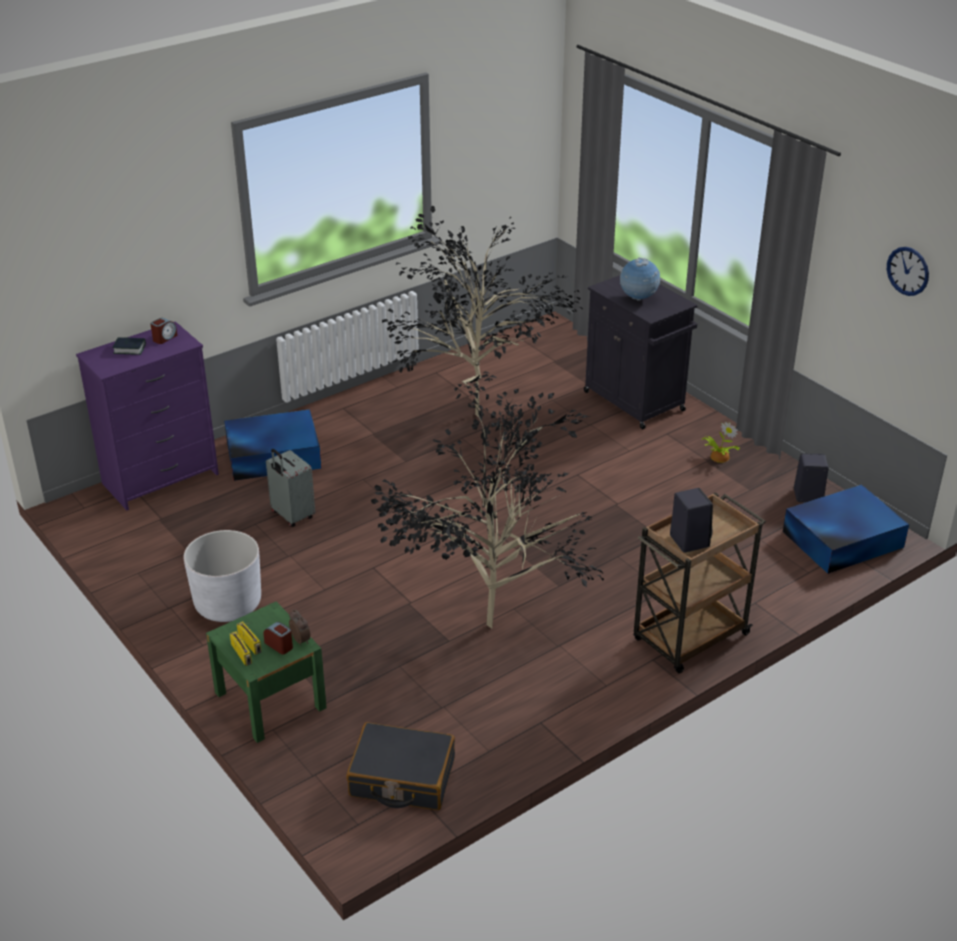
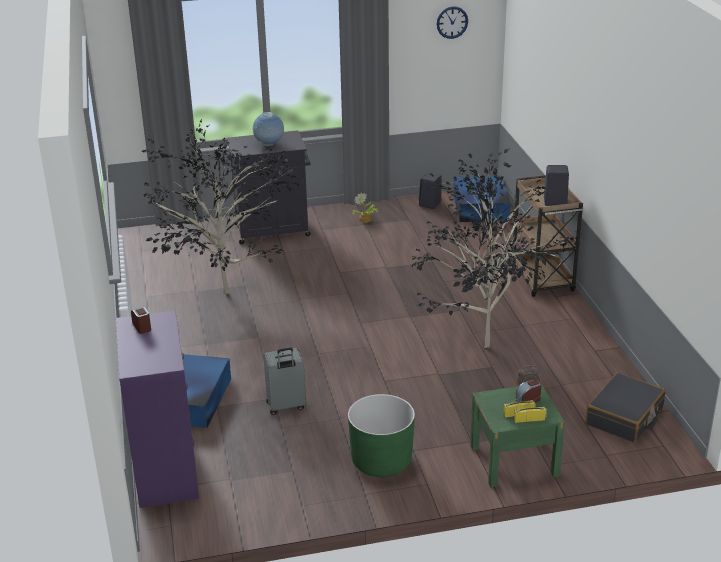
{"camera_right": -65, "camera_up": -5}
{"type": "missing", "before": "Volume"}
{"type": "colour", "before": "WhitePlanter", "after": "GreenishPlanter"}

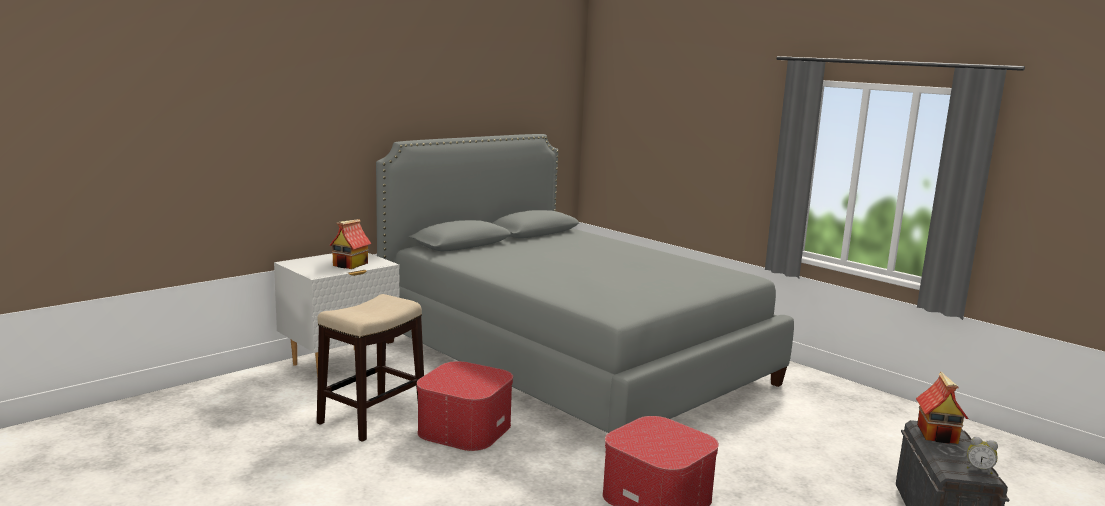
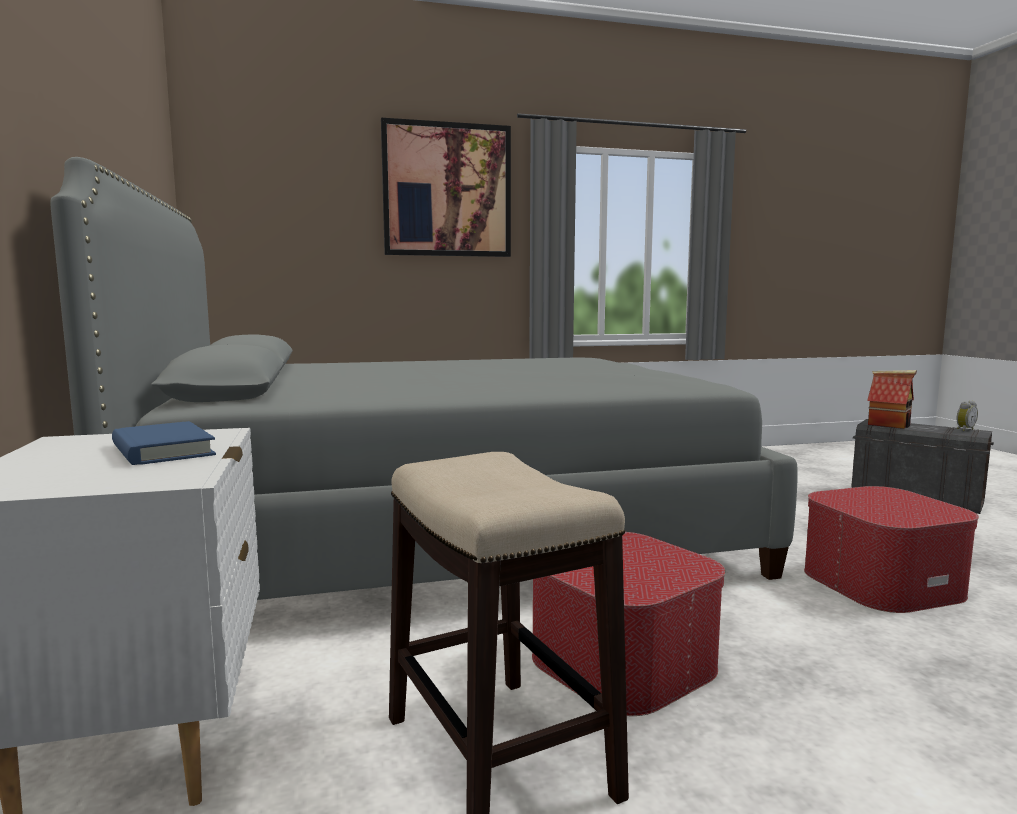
{"camera_right": -60, "camera_up": -5}
{"type": "exchanged", "before": "MiniatureHouse (no. 1 from left)", "after": "BlueVolume"}
{"type": "appeared", "after": "WallArt"}

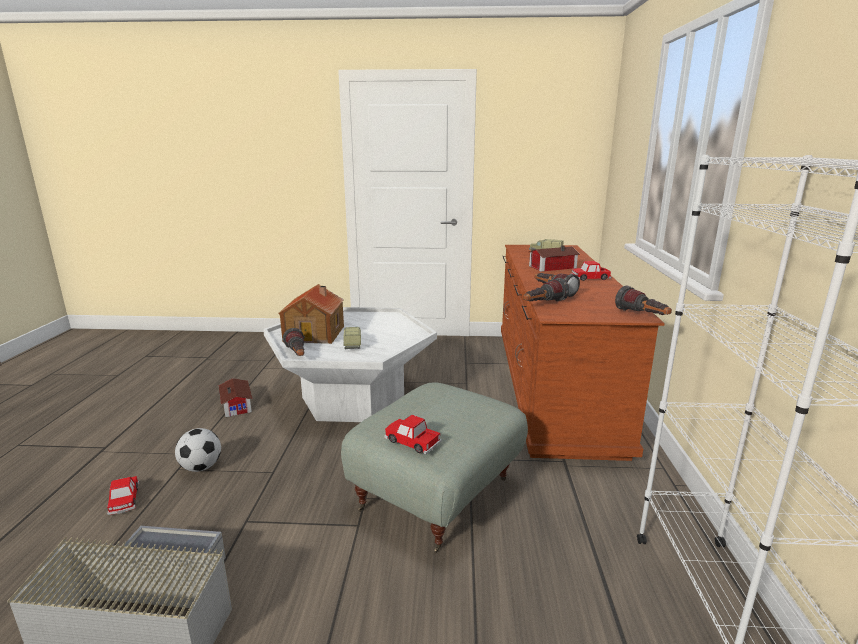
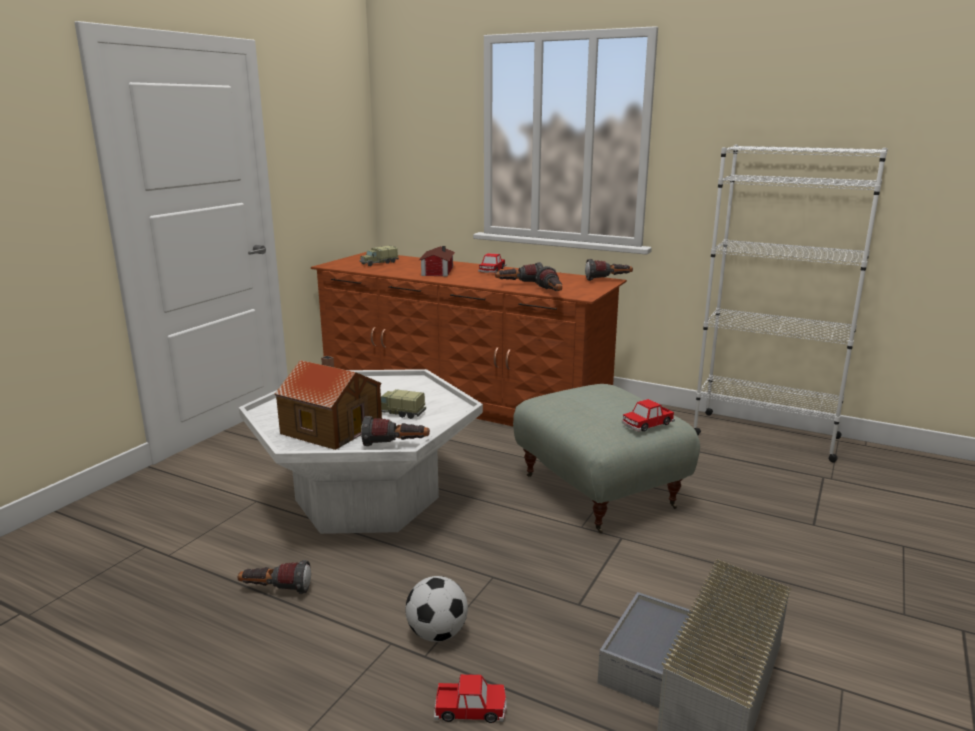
{"camera_right": -65, "camera_up": 0}
{"type": "exchanged", "before": "MiniatureHouse (no. 1 from left)", "after": "HandTorch (no. 1 from left)"}

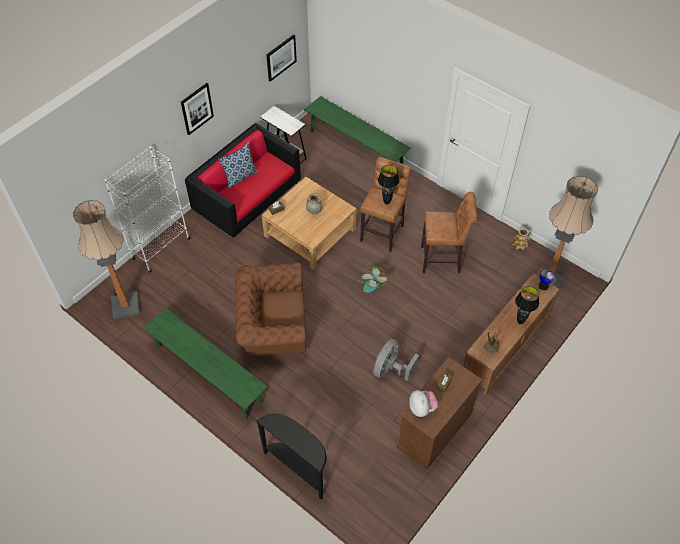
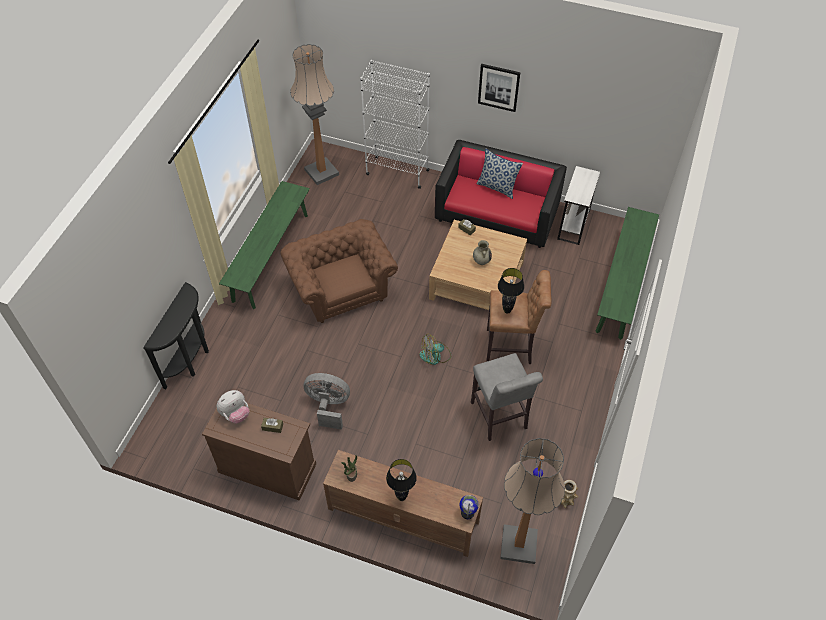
{"camera_right": 70, "camera_up": 0}
{"type": "missing", "before": "WallArt (no. 2 from left)"}
{"type": "colour", "before": "BrownSittingStool (no. 2 from left)", "after": "GreySittingStool"}

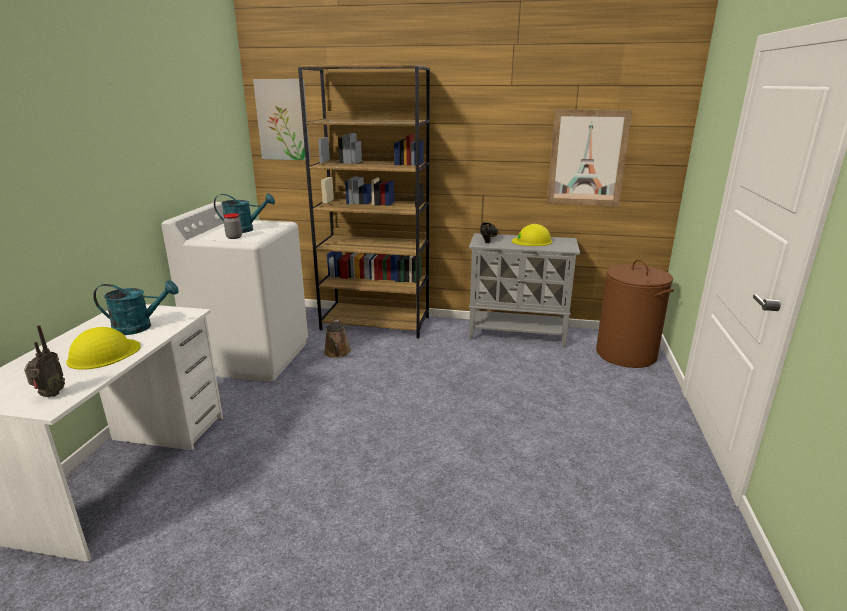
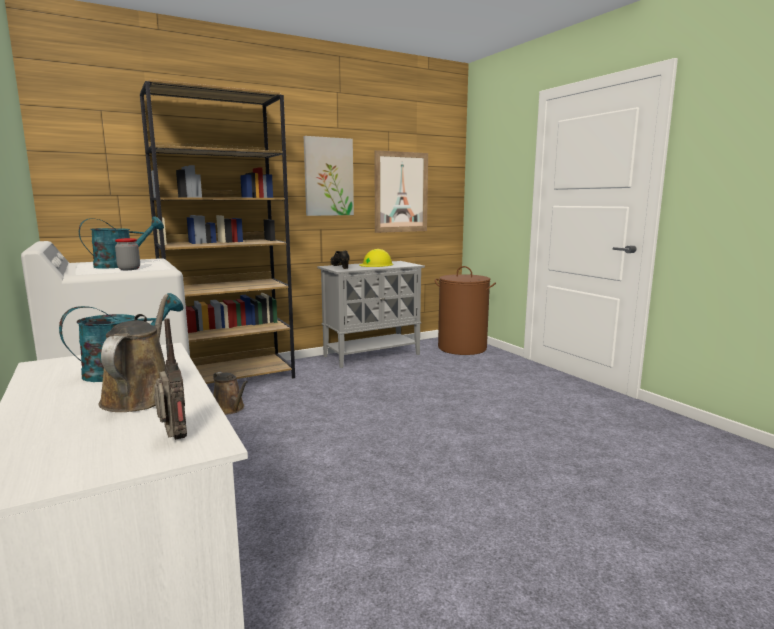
{"camera_right": -40, "camera_up": -10}
{"type": "exchanged", "before": "YellowWorkHelmet (no. 1 from left)", "after": "BrownSprinklingCan (no. 1 from left)"}
{"type": "relocated", "before": "WallArt (no. 1 from left)"}

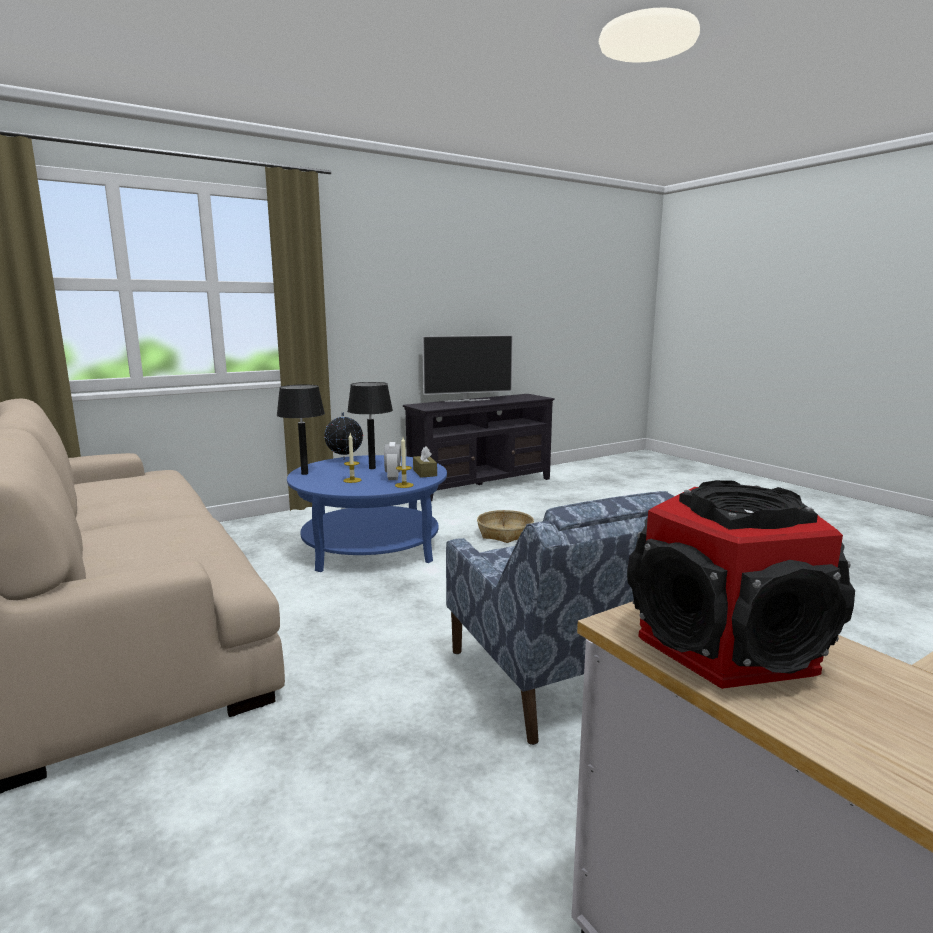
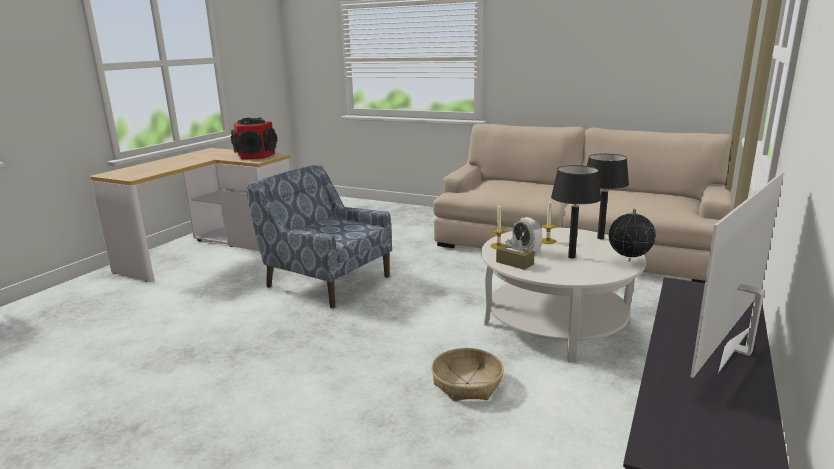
{"camera_right": 150, "camera_up": 5}
{"type": "colour", "before": "BlueCoffeeTable", "after": "WhiteCoffeeTable"}

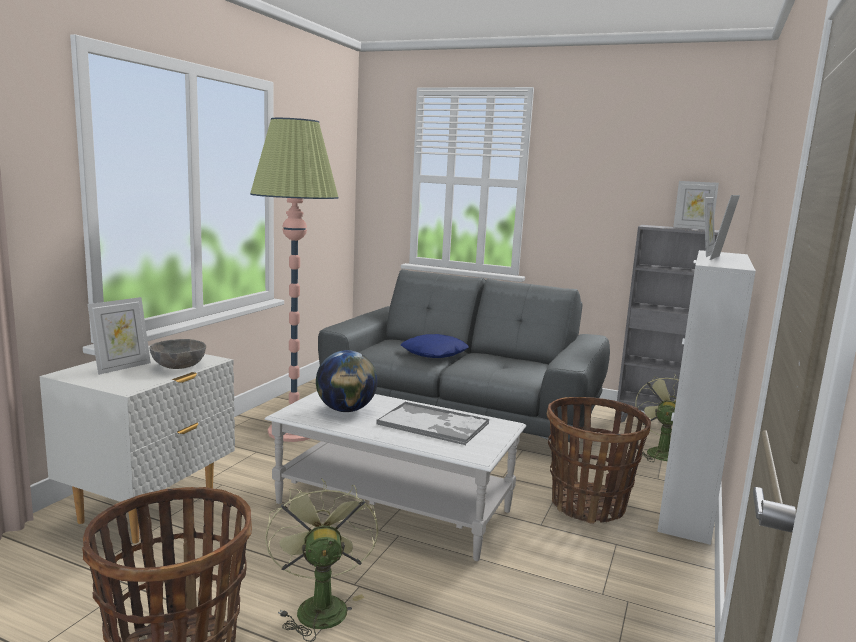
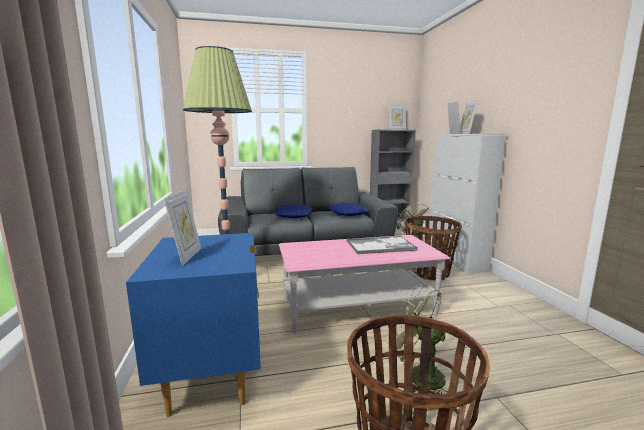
{"camera_right": -35, "camera_up": 0}
{"type": "colour", "before": "WhiteNightstand", "after": "BlueNightstand"}
{"type": "missing", "before": "GreyServingBowl"}
{"type": "colour", "before": "WhiteCoffeeTable", "after": "PinkishCoffeeTable"}
{"type": "missing", "before": "WorldGlobe"}
{"type": "appeared", "after": "BlueCushion (no. 2 from left)"}

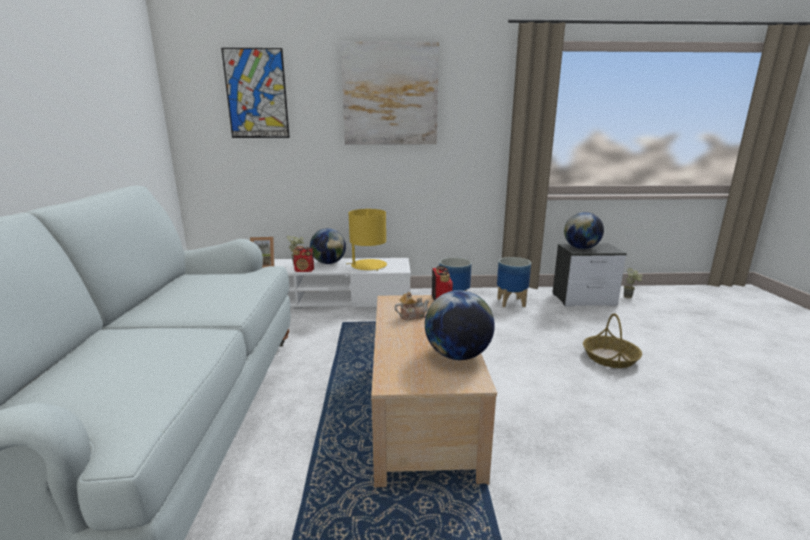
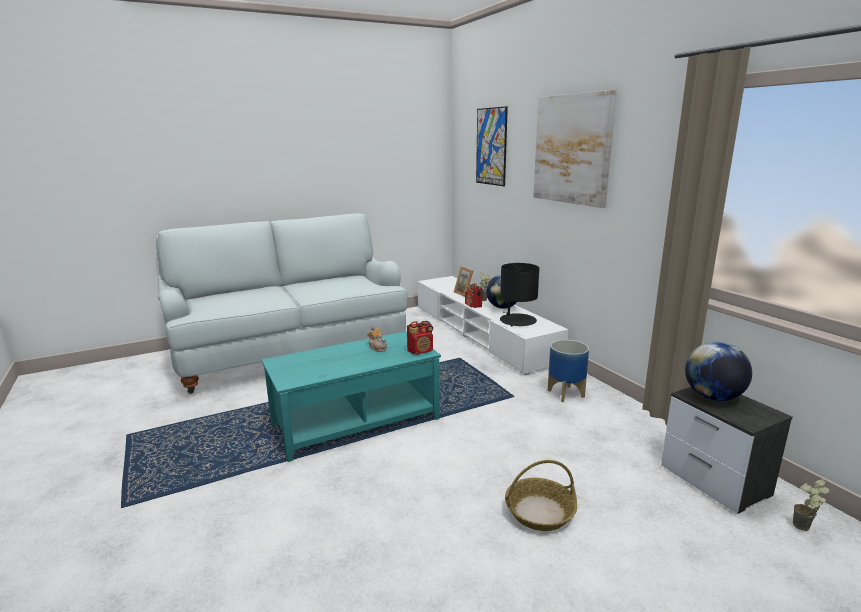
{"camera_right": 65, "camera_up": 0}
{"type": "colour", "before": "YellowTabletopLamp", "after": "BlackishTabletopLamp"}
{"type": "colour", "before": "BeigeColouredCoffeeTable", "after": "TurquoiseCoffeeTable"}
{"type": "missing", "before": "WorldGlobe (no. 2 from left)"}
{"type": "missing", "before": "Planter (no. 2 from left)"}

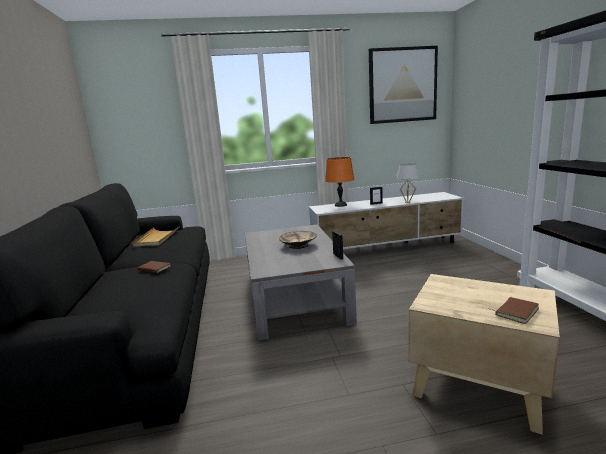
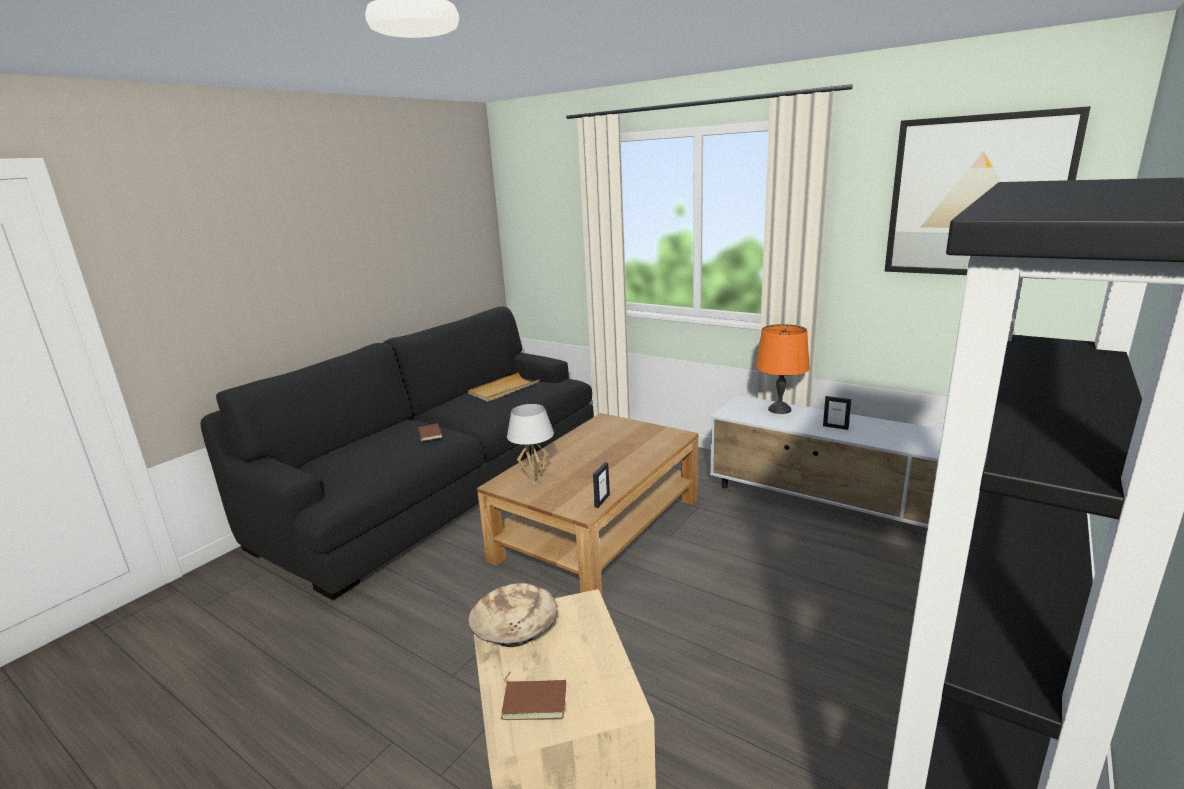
{"camera_right": 45, "camera_up": 5}
{"type": "colour", "before": "GreyCoffeeTable", "after": "BrownCoffeeTable"}
{"type": "relocated", "before": "BeigeColouredServingBowl"}
{"type": "relocated", "before": "WhiteTabletopLamp"}

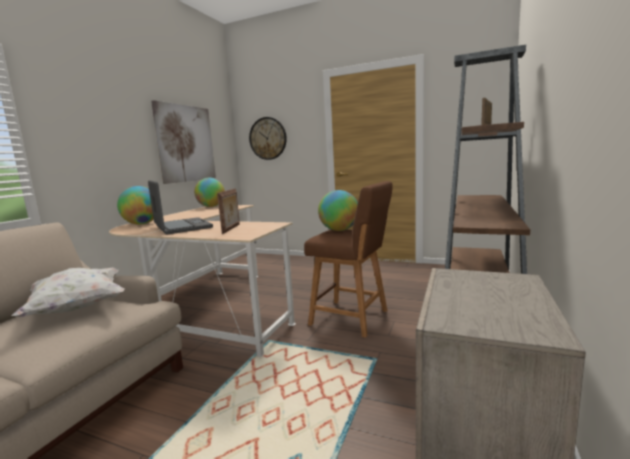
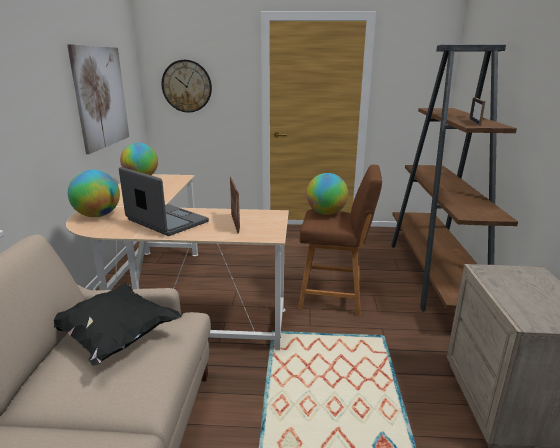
{"camera_right": -20, "camera_up": 10}
{"type": "colour", "before": "WhiteCushion", "after": "BlackishCushion"}

